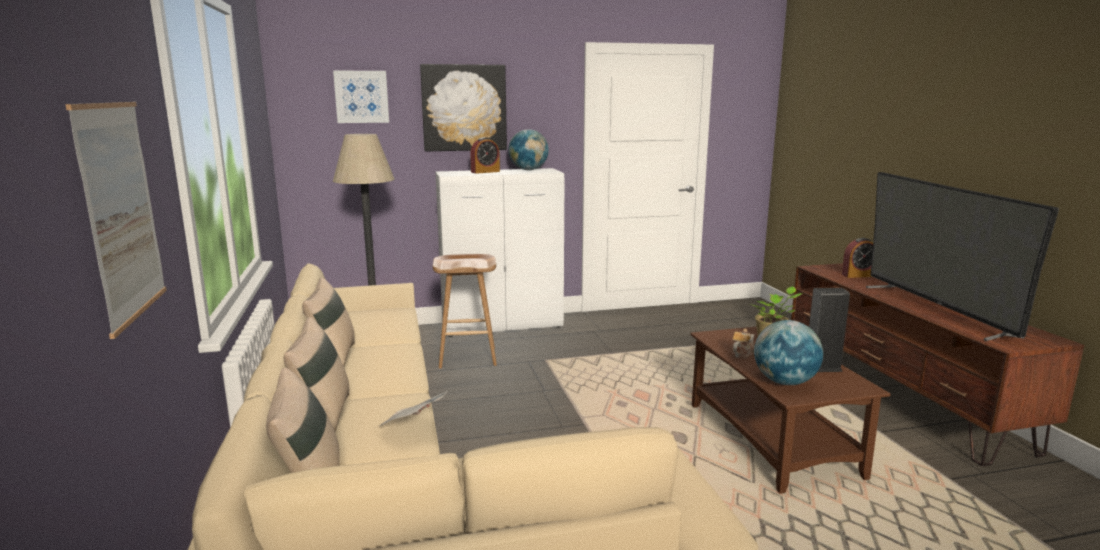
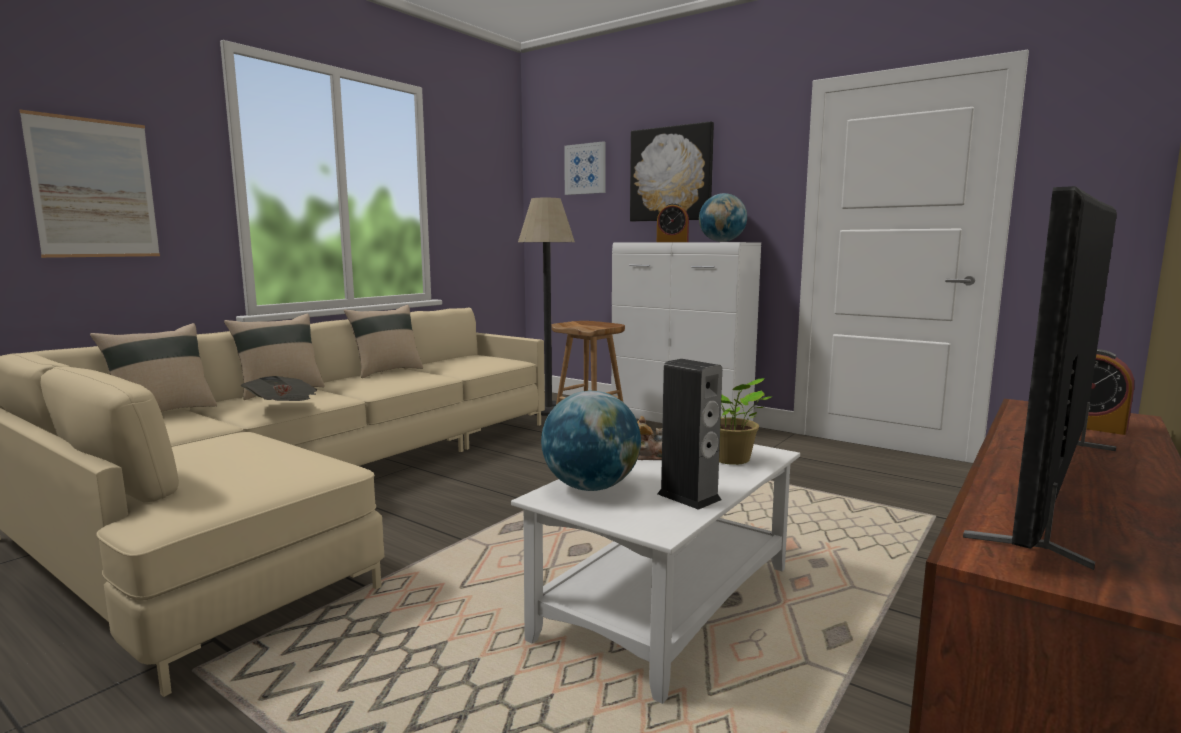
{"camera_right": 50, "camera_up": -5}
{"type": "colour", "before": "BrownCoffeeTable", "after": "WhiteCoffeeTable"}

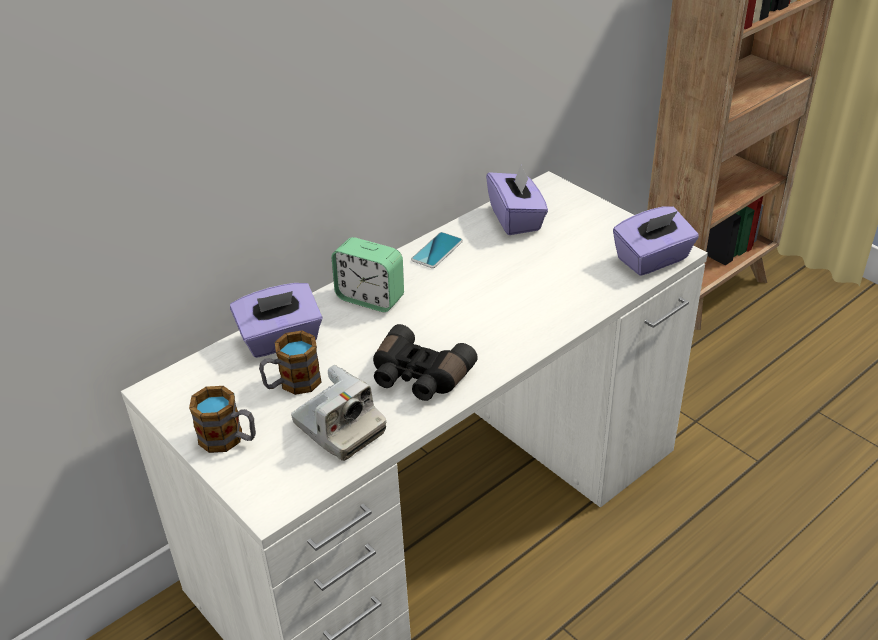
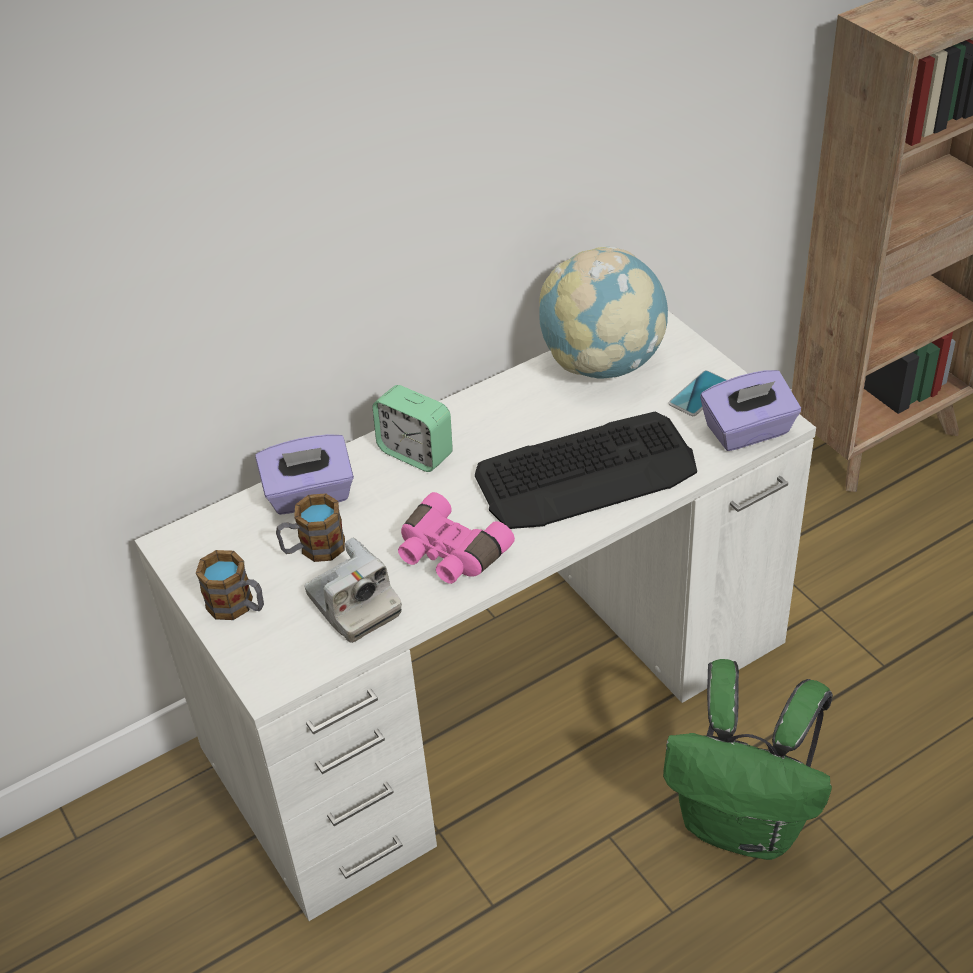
{"camera_right": 10, "camera_up": 5}
{"type": "colour", "before": "BlackishFieldGlasses", "after": "PinkishFieldGlasses"}
{"type": "relocated", "before": "Telephone"}
{"type": "exchanged", "before": "PurpleColouredTissueBox (no. 2 from left)", "after": "WorldGlobe"}
{"type": "appeared", "after": "ComputerKeyboard"}
{"type": "appeared", "after": "GreenishKnapsack"}

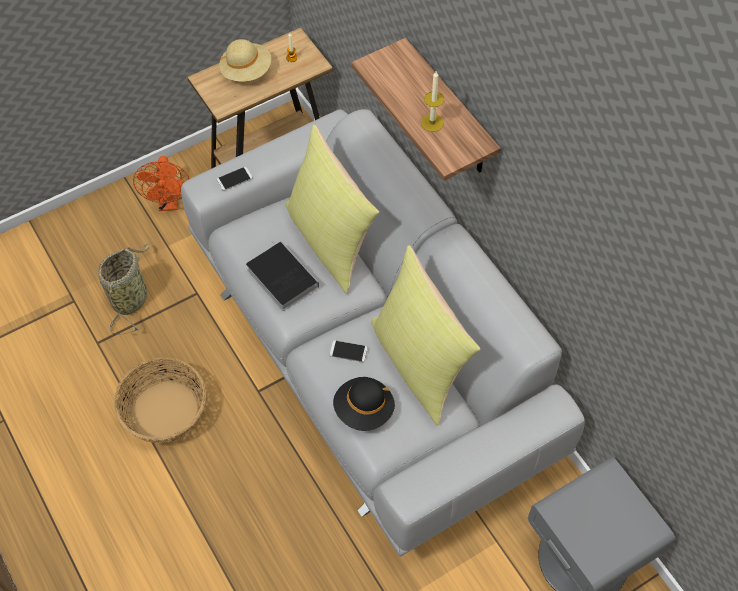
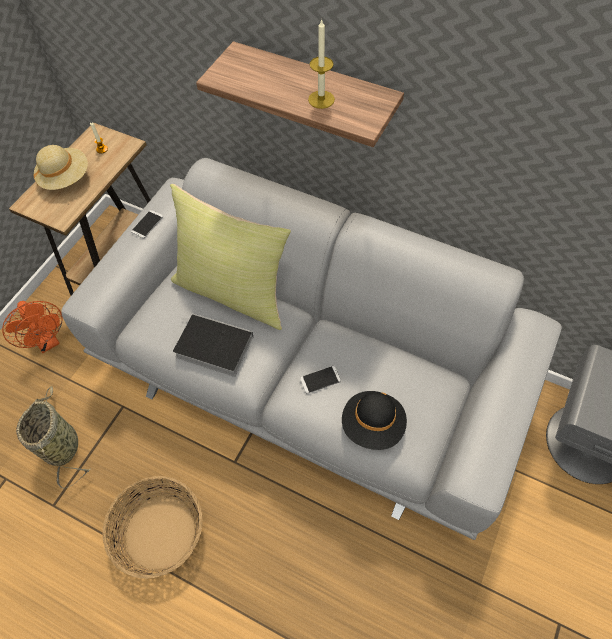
{"camera_right": -30, "camera_up": 0}
{"type": "relocated", "before": "Telephone (no. 1 from left)"}
{"type": "missing", "before": "YellowCushion (no. 2 from left)"}

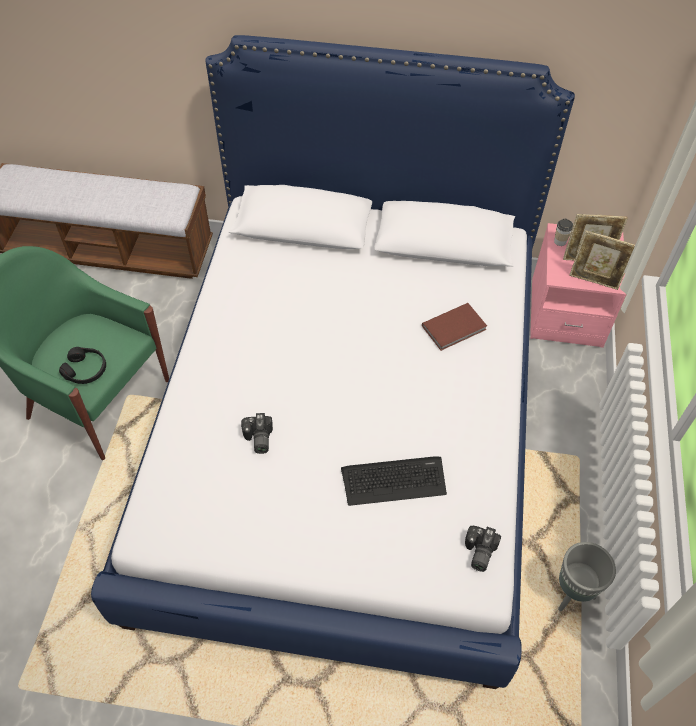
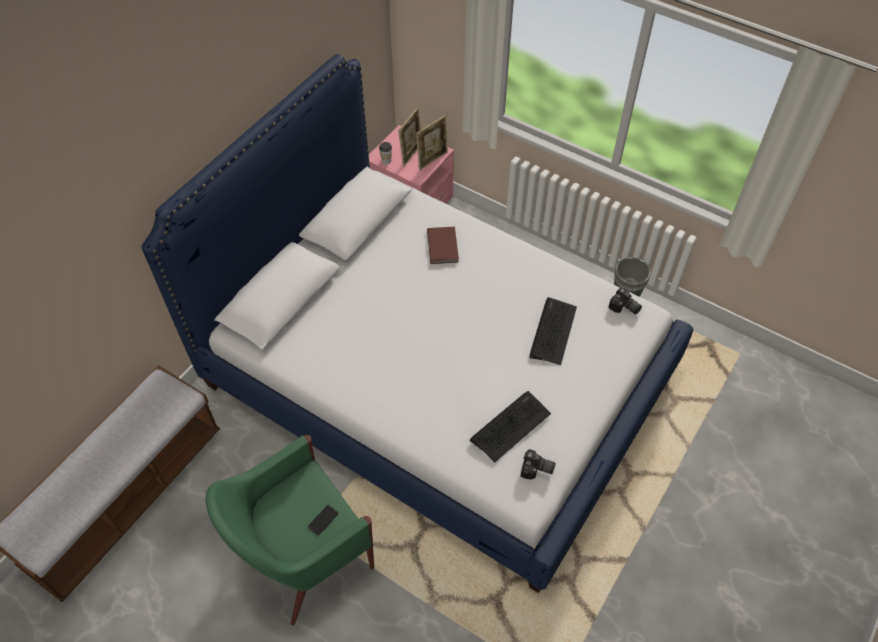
{"camera_right": -65, "camera_up": 0}
{"type": "exchanged", "before": "BlackishHeadset", "after": "Telephone"}
{"type": "relocated", "before": "PhotoCamera (no. 1 from left)"}
{"type": "appeared", "after": "ComputerKeyboard (no. 1 from left)"}

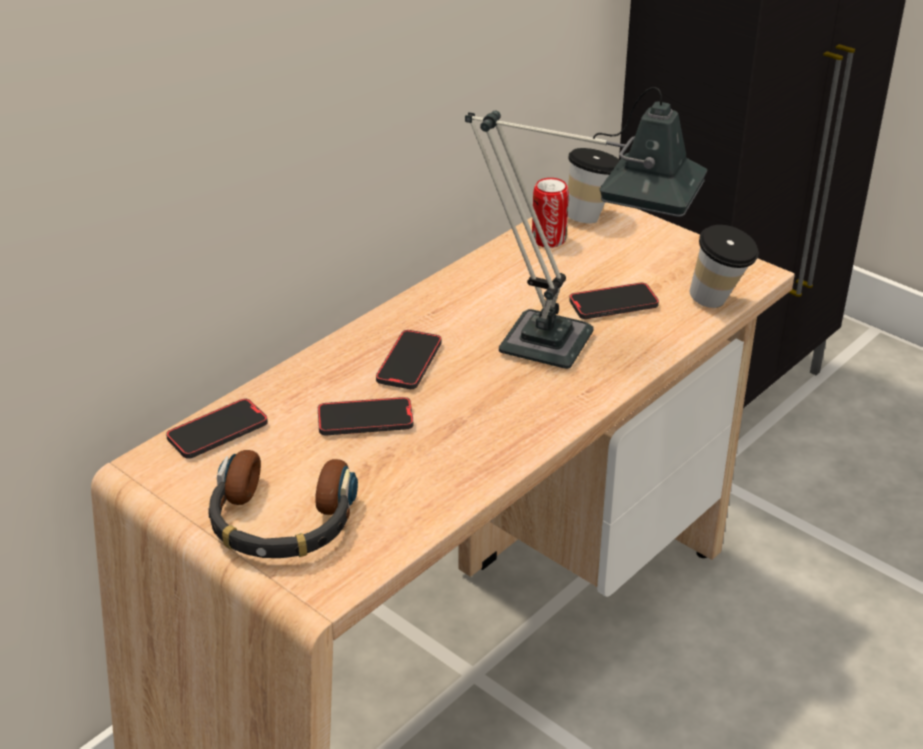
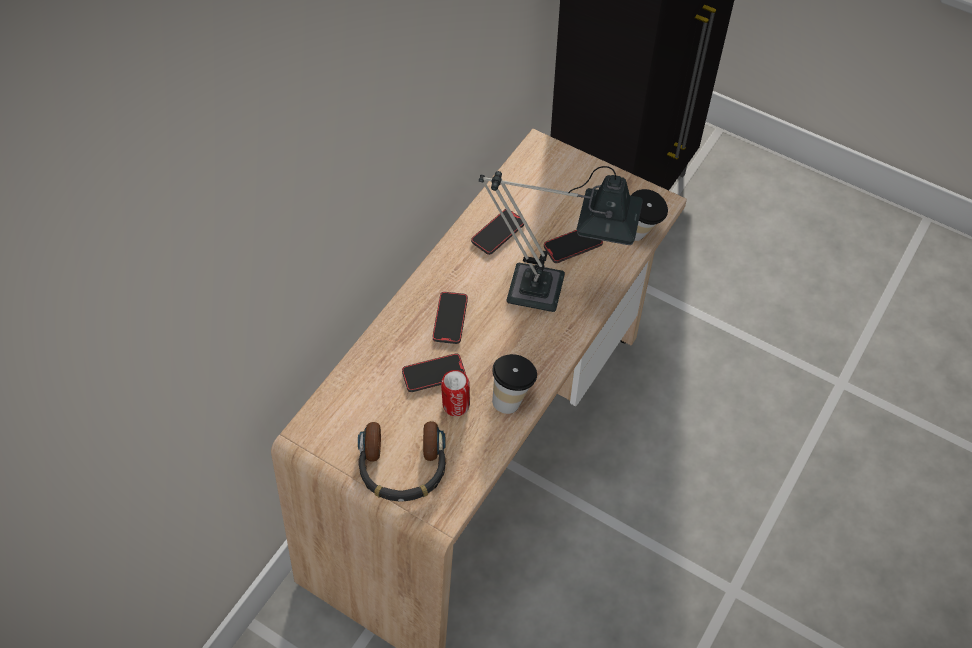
{"camera_right": -10, "camera_up": 20}
{"type": "relocated", "before": "Telephone (no. 1 from left in the first image)", "after": "Telephone (no. 3 from left)"}
{"type": "relocated", "before": "SealedCan"}
{"type": "relocated", "before": "SmallCup (no. 1 from left)"}

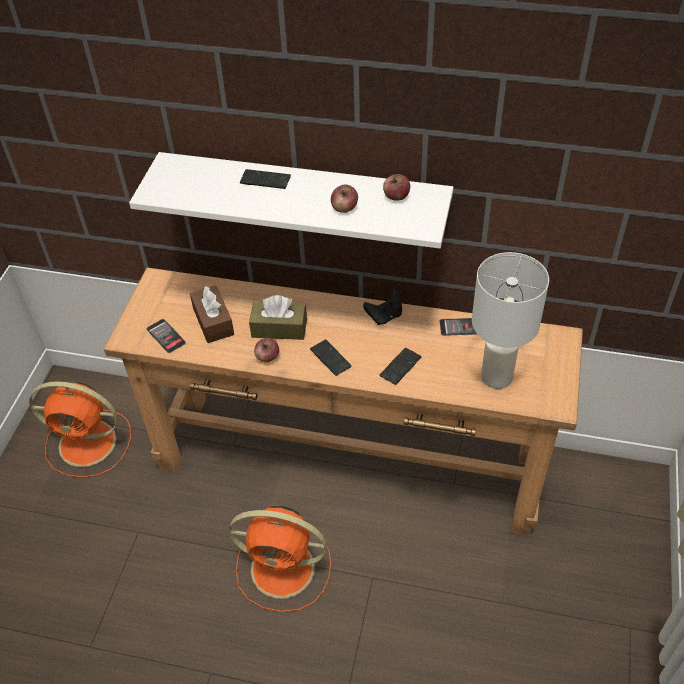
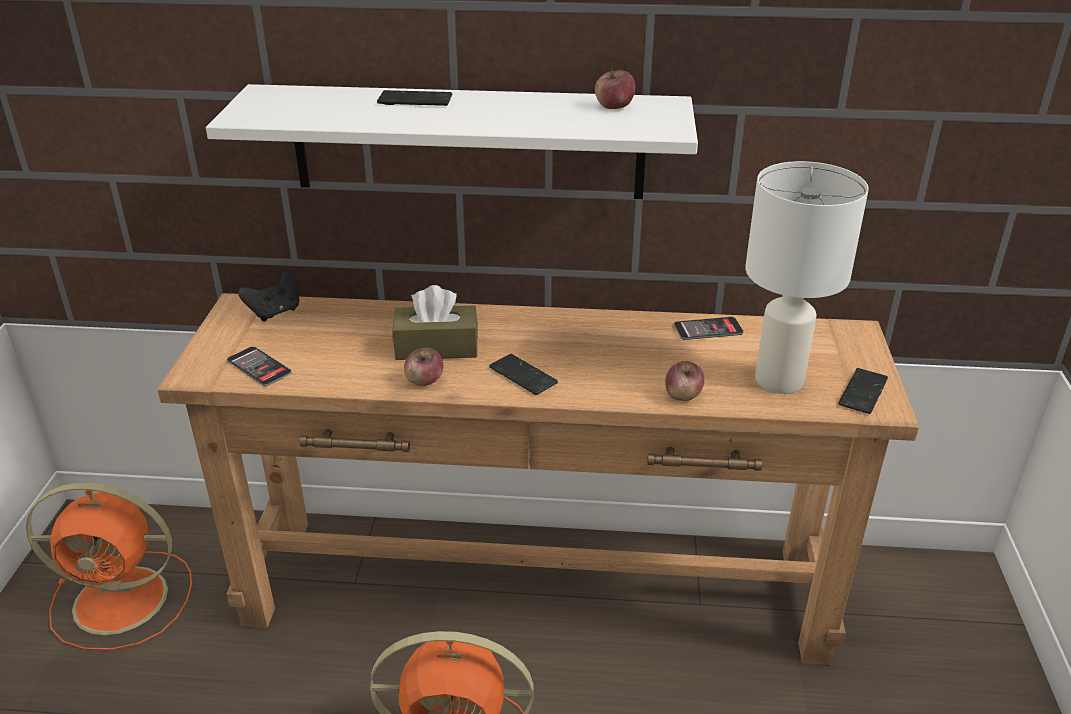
{"camera_right": -10, "camera_up": -15}
{"type": "missing", "before": "BrownTissueBox (no. 1 from left)"}
{"type": "relocated", "before": "WholeApple (no. 2 from left in the first image)", "after": "WholeApple (no. 3 from left)"}
{"type": "relocated", "before": "BlackishGameController"}
{"type": "relocated", "before": "Telephone (no. 4 from left in the first image)", "after": "Telephone (no. 5 from left)"}

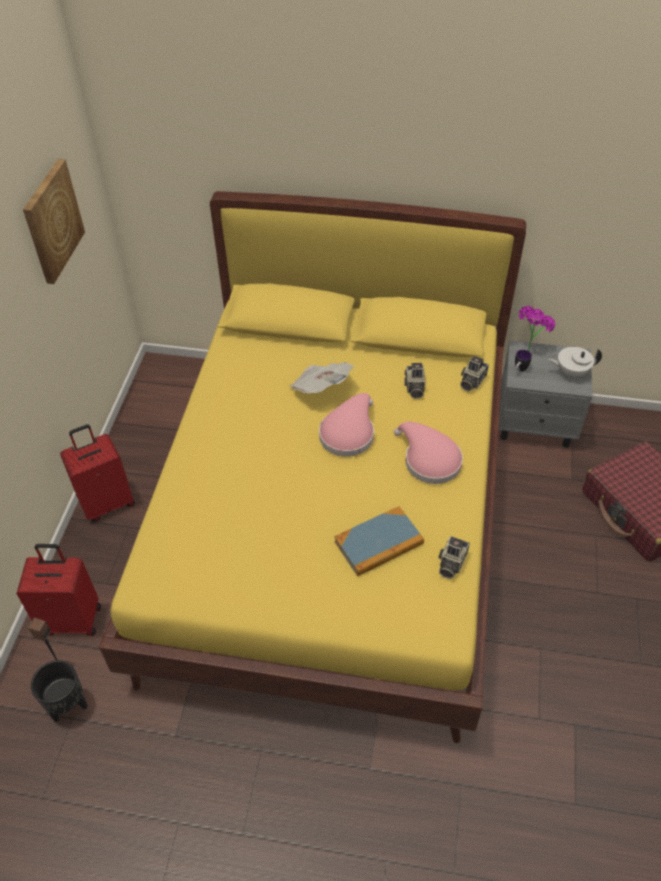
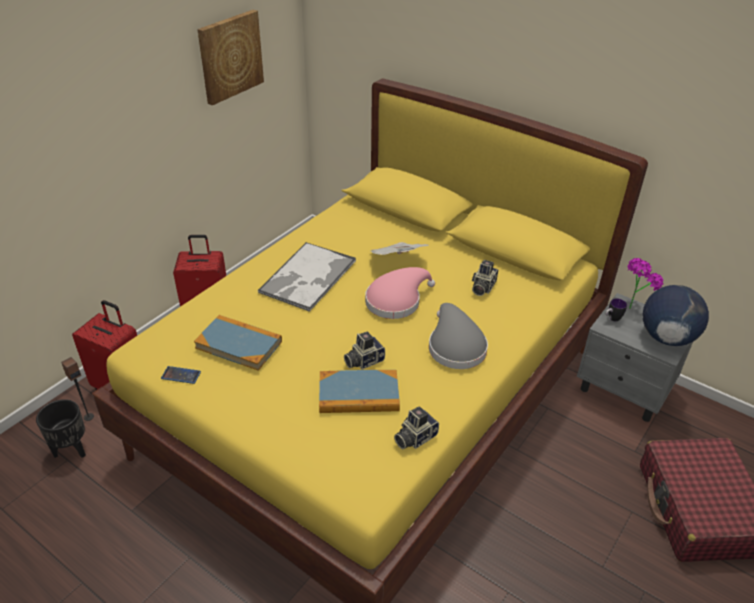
{"camera_right": 25, "camera_up": -10}
{"type": "colour", "before": "PinkishHat (no. 2 from left)", "after": "GreyHat"}
{"type": "relocated", "before": "PhotoCamera (no. 3 from left in the first image)", "after": "PhotoCamera (no. 1 from left)"}
{"type": "exchanged", "before": "WhitePotForTea", "after": "WorldGlobe"}
{"type": "appeared", "after": "Telephone"}
{"type": "appeared", "after": "Volume (no. 1 from left)"}
{"type": "appeared", "after": "CarryingTray"}

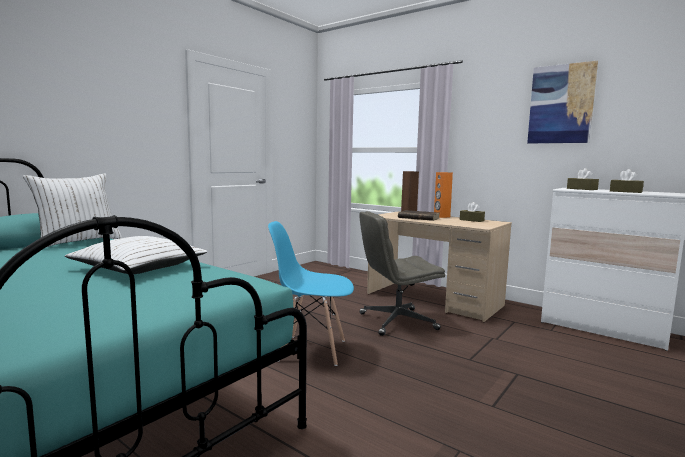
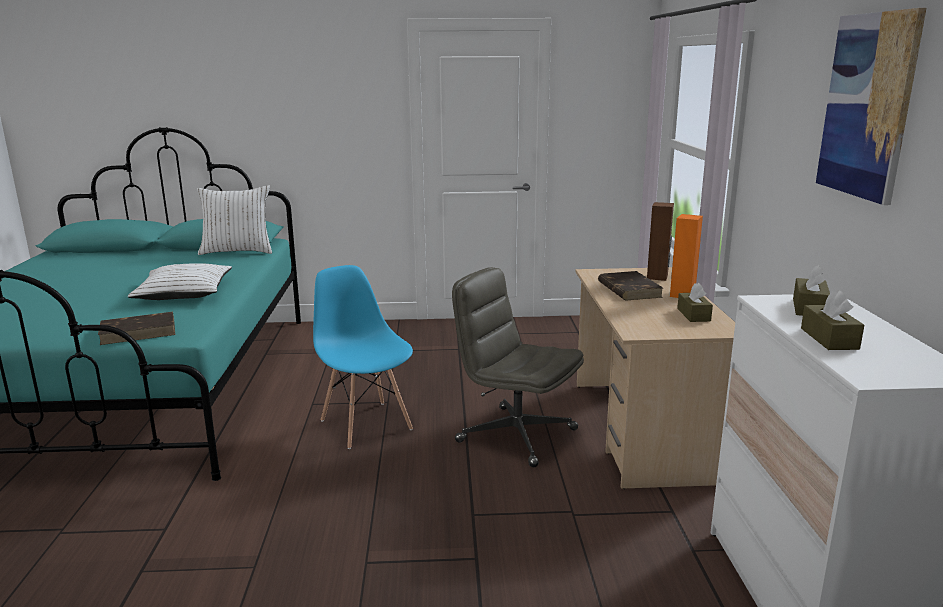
{"camera_right": 50, "camera_up": 10}
{"type": "appeared", "after": "BrownVolume (no. 1 from left)"}

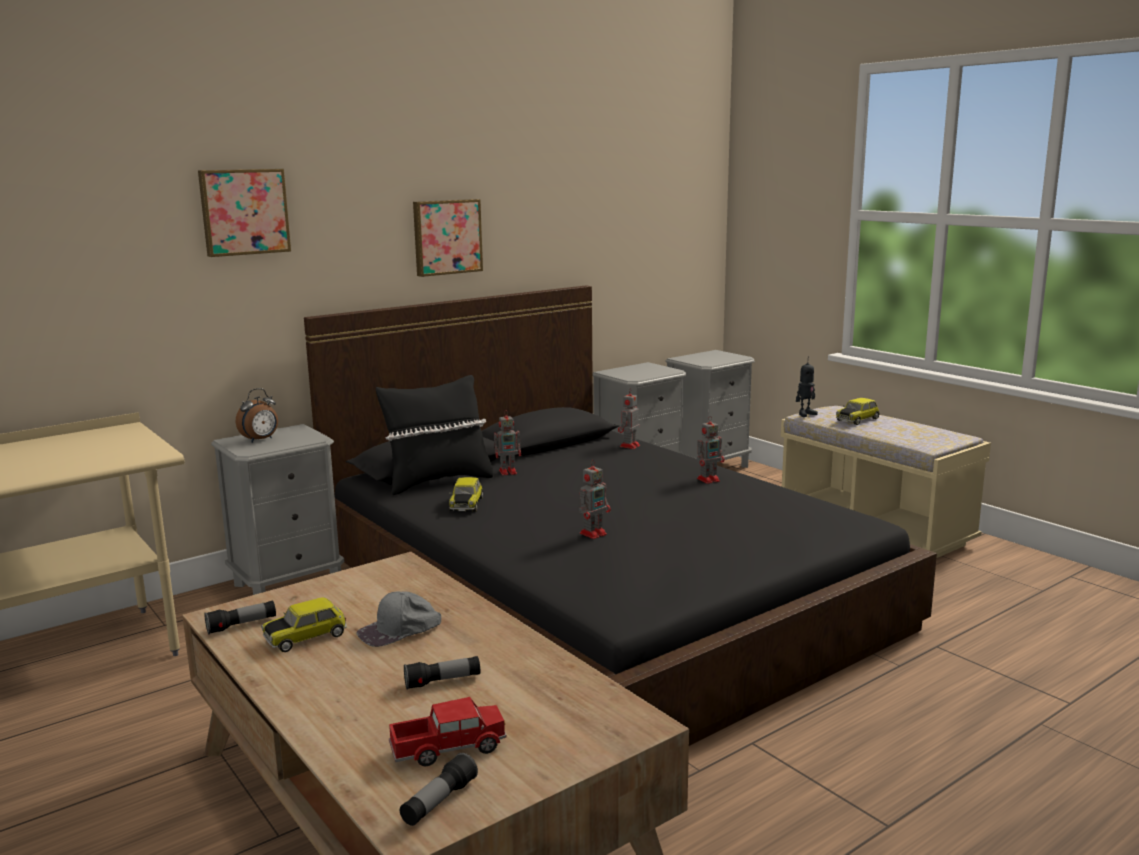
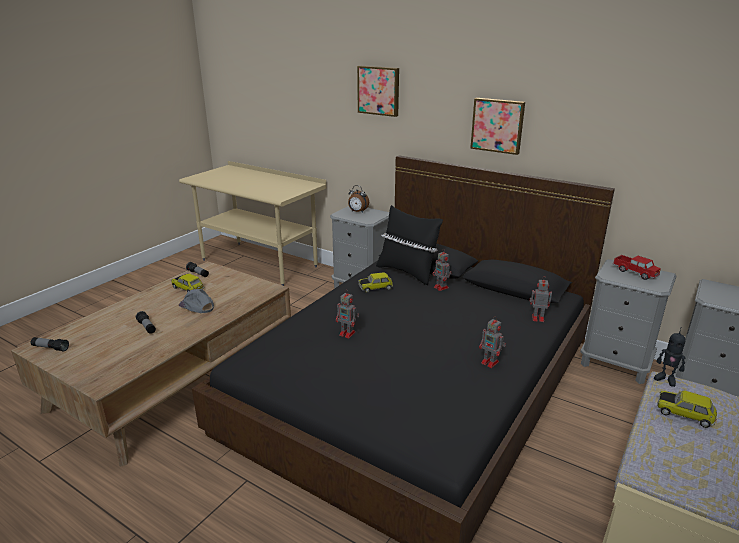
{"camera_right": 70, "camera_up": 10}
{"type": "relocated", "before": "ToyTruck"}

